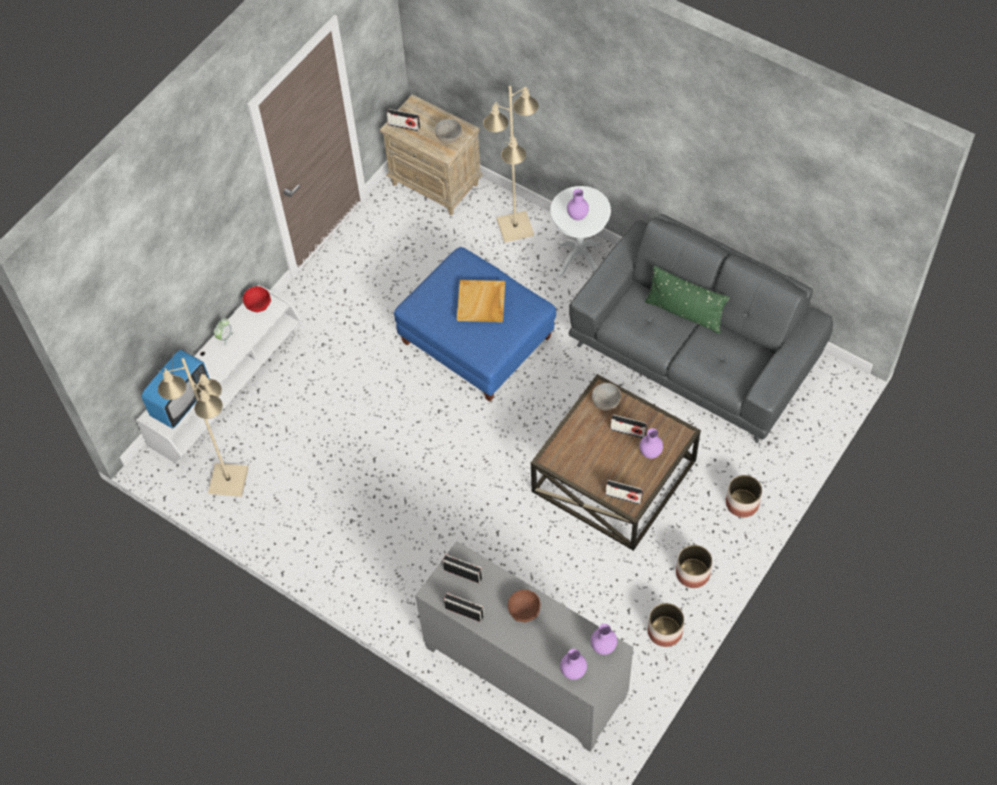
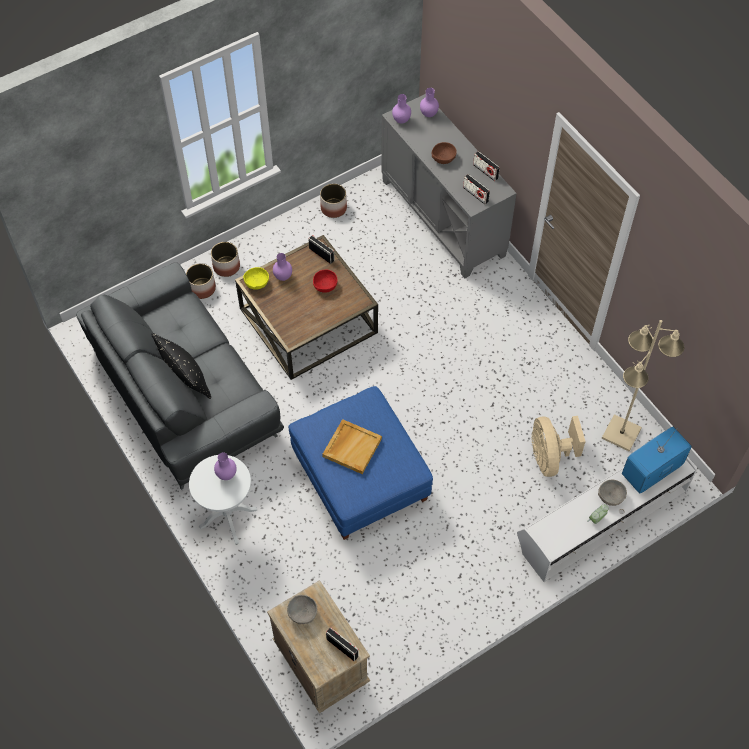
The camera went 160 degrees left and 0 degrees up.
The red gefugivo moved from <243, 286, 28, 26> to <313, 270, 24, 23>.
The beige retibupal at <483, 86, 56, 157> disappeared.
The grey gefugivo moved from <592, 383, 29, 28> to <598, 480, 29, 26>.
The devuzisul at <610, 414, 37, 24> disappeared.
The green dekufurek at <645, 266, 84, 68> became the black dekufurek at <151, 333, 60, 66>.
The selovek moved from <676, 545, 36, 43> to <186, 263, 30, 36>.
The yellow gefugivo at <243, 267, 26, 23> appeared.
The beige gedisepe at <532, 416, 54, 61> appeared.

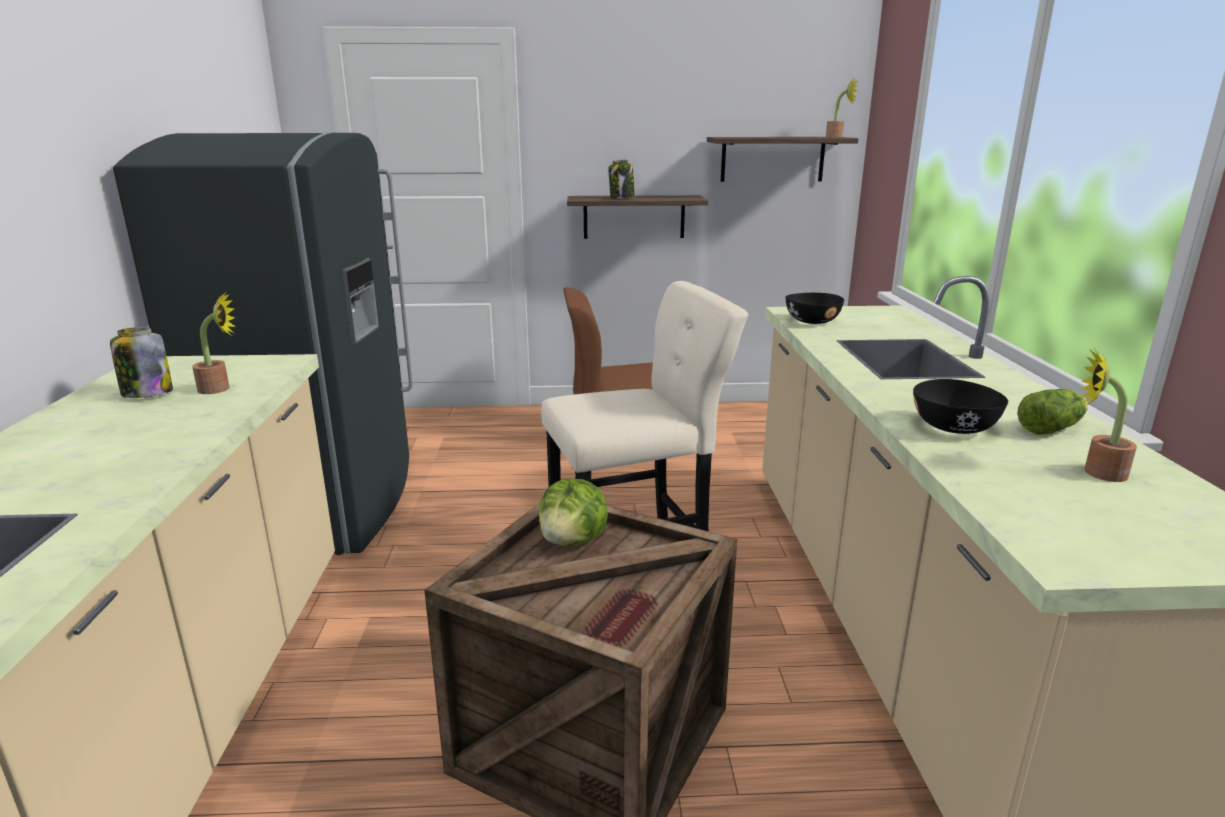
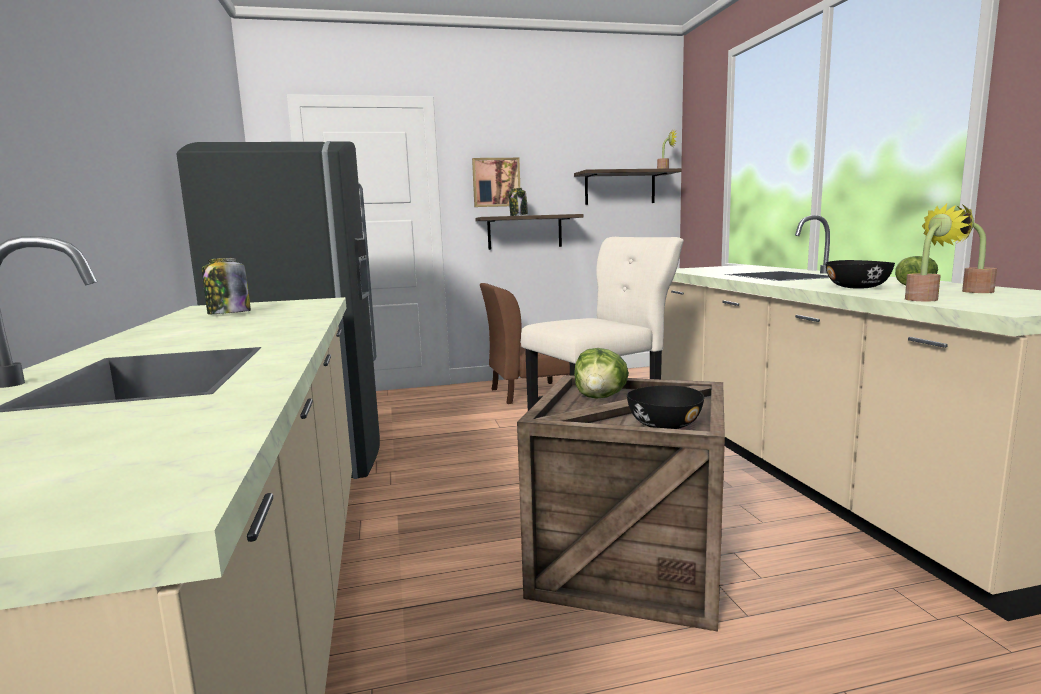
The camera went 10 degrees left and 10 degrees down.
The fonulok moved from <192, 292, 44, 102> to <905, 204, 64, 97>.
The black gefugivo moved from <786, 293, 58, 31> to <627, 386, 77, 43>.
The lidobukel at <472, 158, 48, 49> appeared.

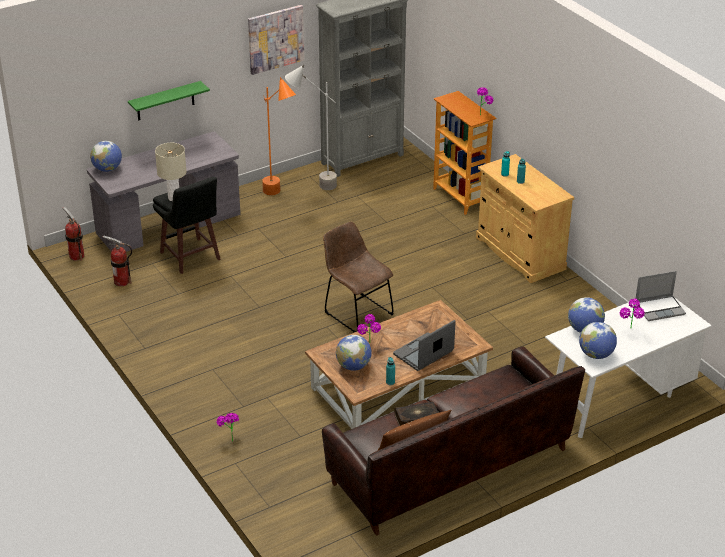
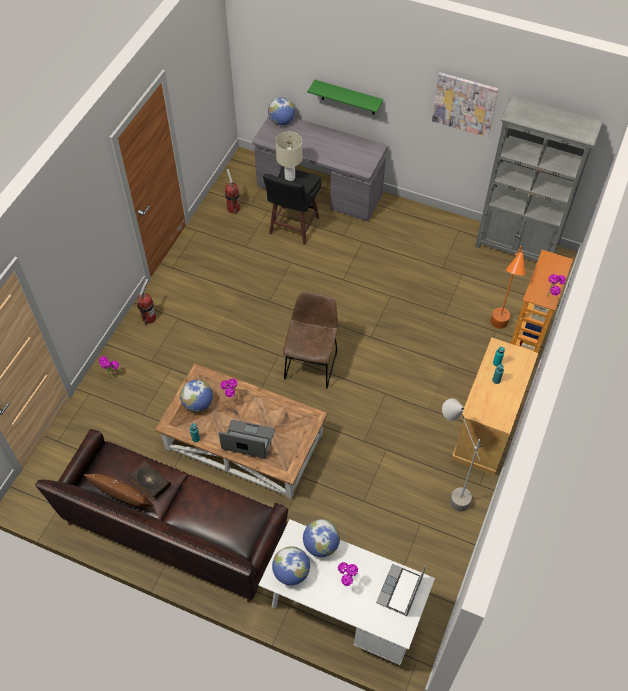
The camera went 55 degrees right and 20 degrees up.
The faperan moved from <63, 207, 21, 54> to <137, 279, 19, 46>.
The orange retibupal moved from <262, 77, 34, 118> to <491, 246, 35, 83>.
The grey retibupal moved from <285, 65, 52, 125> to <442, 398, 40, 114>.
The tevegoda at <635, 271, 51, 50> turned 75 degrees clockwise.

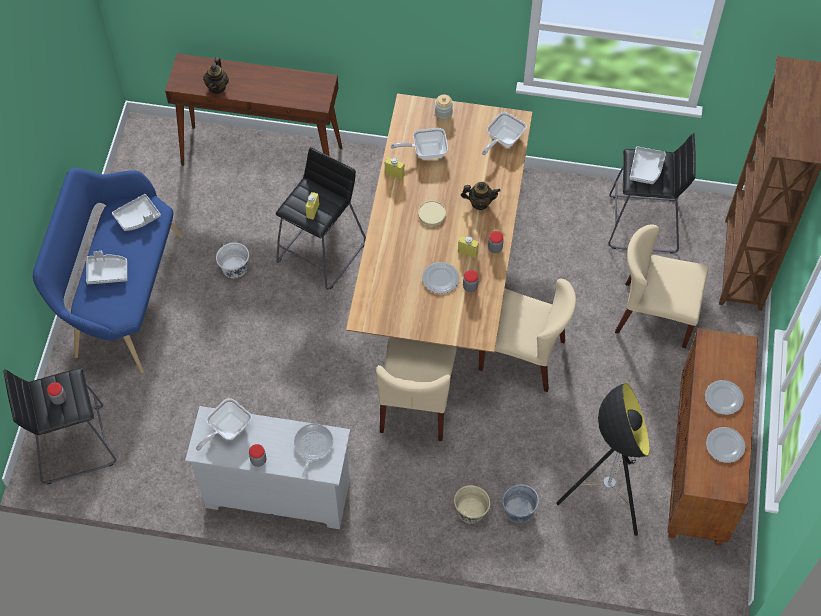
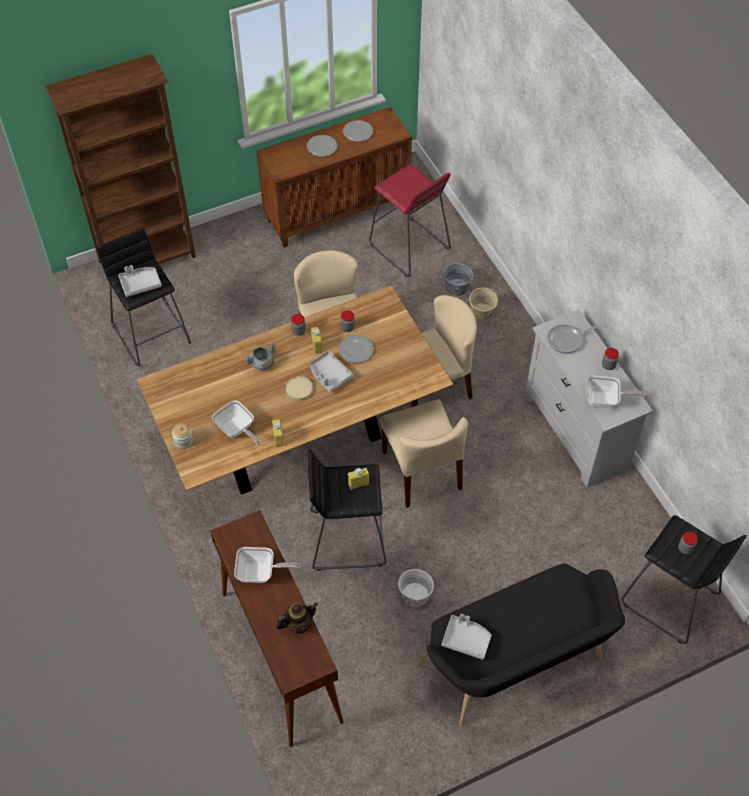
The camera went 125 degrees left and 5 degrees down.
The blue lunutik at <33, 168, 150, 205> became the black lunutik at <418, 563, 207, 163>.
The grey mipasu moved from <86, 251, 41, 33> to <310, 351, 43, 42>.
The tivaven at <461, 182, 40, 28> was replaced by the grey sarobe at <244, 342, 32, 29>.
The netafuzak moved from <482, 112, 45, 43> to <234, 547, 66, 36>.
The retibupal at <556, 383, 94, 153> was replaced by the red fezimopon at <369, 164, 82, 113>.
The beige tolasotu moved from <615, 224, 93, 124> to <380, 399, 88, 109>.

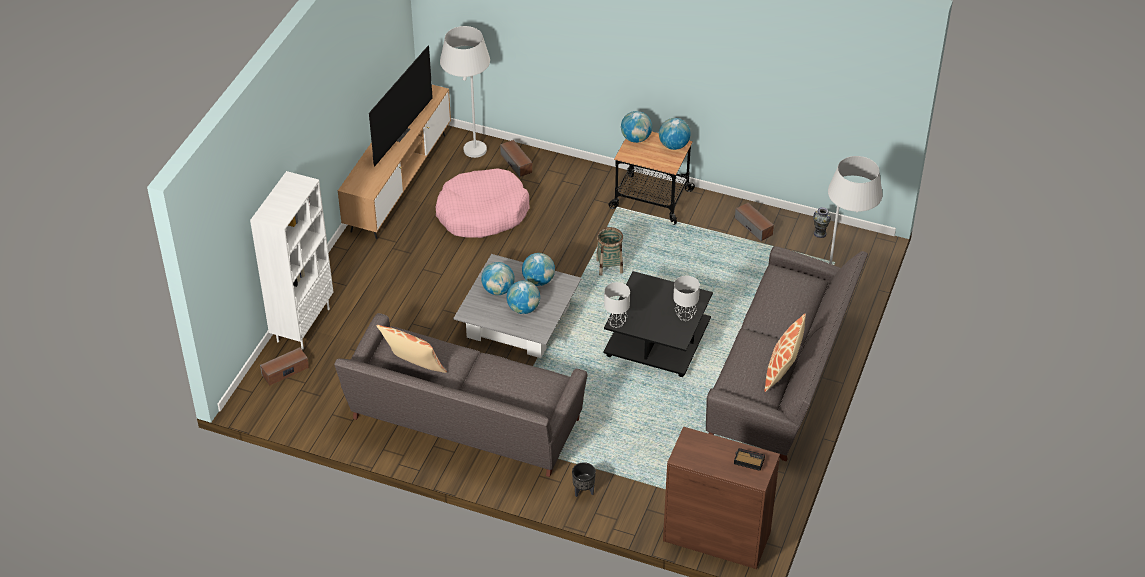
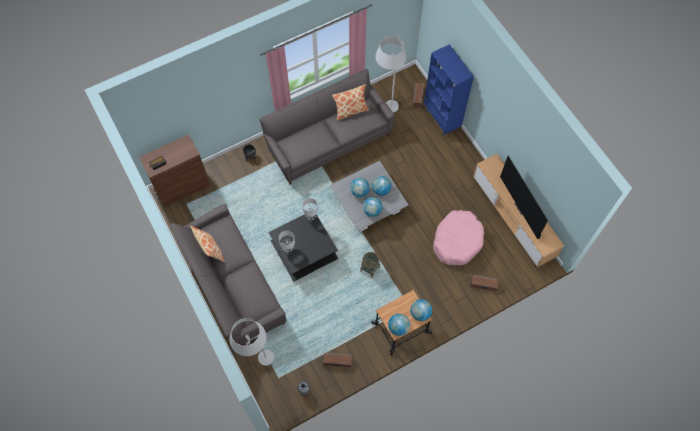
The camera went 130 degrees right and 20 degrees up.
The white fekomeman at <250, 171, 83, 179> became the blue fekomeman at <424, 44, 50, 92>.
The white retibupal moved from <440, 26, 50, 132> to <375, 36, 32, 77>.

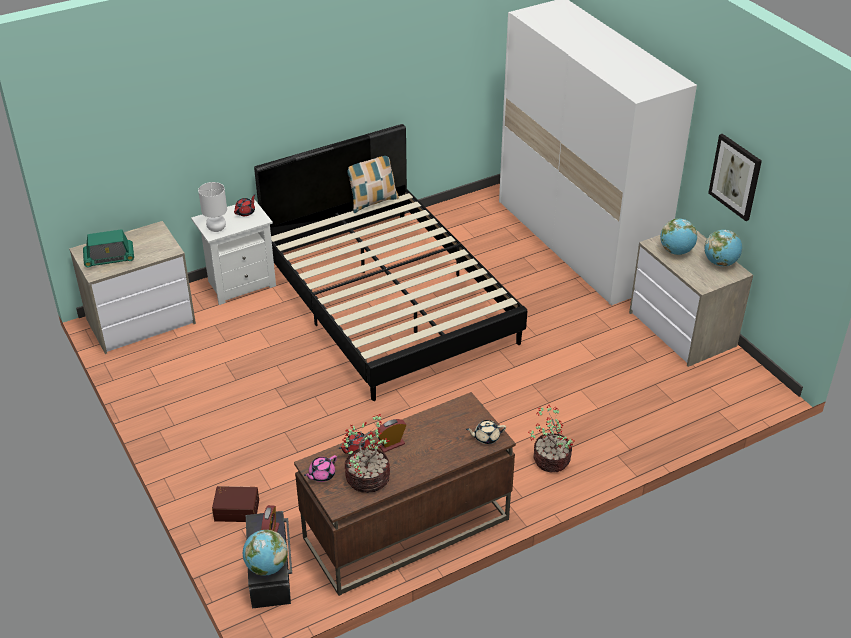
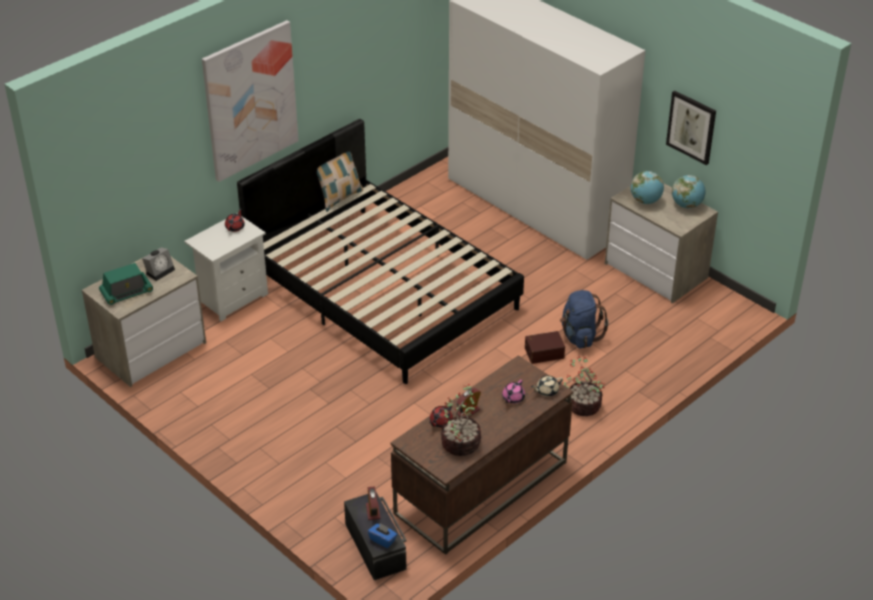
The camera went 15 degrees left and 0 degrees up.
The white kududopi at <198, 182, 29, 50> disappeared.
The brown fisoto moved from <212, 486, 47, 36> to <525, 331, 40, 33>.
The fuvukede at <243, 530, 45, 45> was replaced by the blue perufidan at <368, 523, 29, 25>.
The pink tivaven moved from <304, 455, 33, 27> to <502, 380, 23, 24>.
The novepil at <142, 247, 33, 34> appeared.
The lidobukel at <202, 20, 97, 162> appeared.
The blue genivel at <560, 290, 48, 58> appeared.

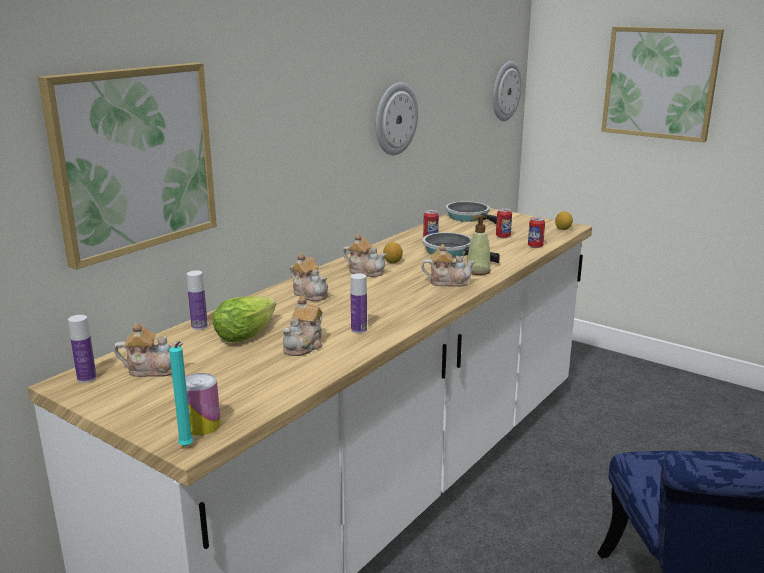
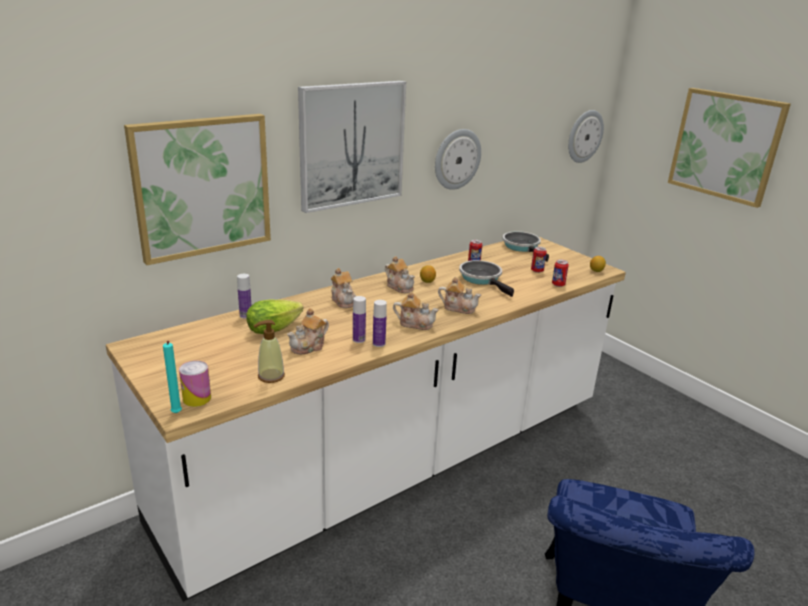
The camera went 15 degrees right and 5 degrees up.
The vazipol moved from <68, 315, 29, 68> to <373, 300, 14, 47>.
The tivaven moved from <114, 323, 69, 54> to <393, 291, 46, 39>.
The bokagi moved from <467, 215, 24, 60> to <254, 320, 31, 63>.
The lidobukel at <298, 81, 108, 132> appeared.

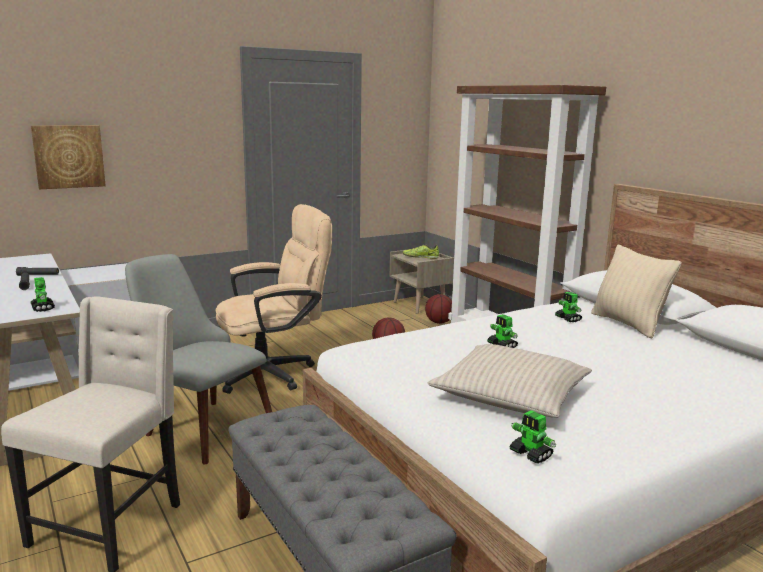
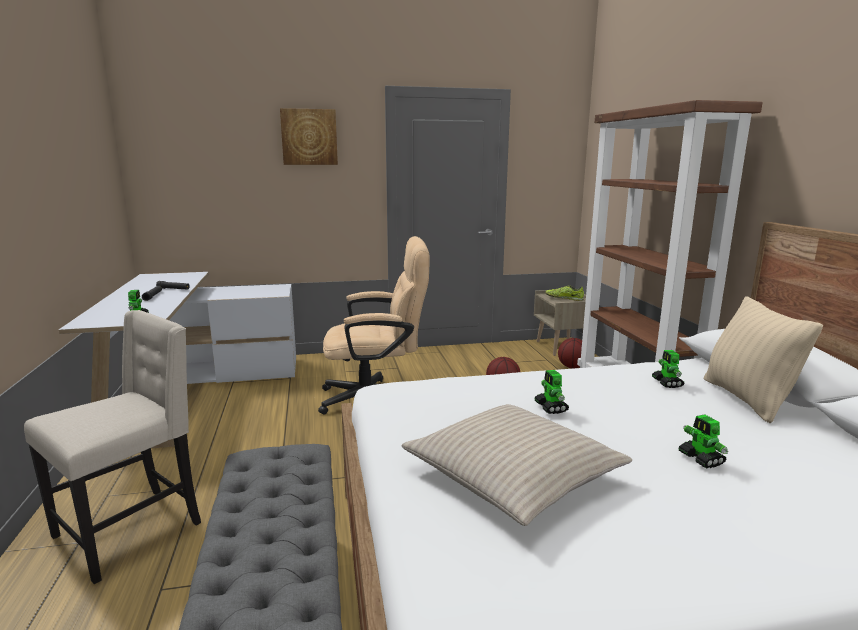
The camera went 20 degrees right and 0 degrees up.
The lidobukel moved from <31, 125, 75, 64> to <280, 108, 58, 57>.
The grey tolasotu at <125, 254, 147, 210> disappeared.
The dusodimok moved from <509, 410, 47, 54> to <678, 414, 50, 54>.

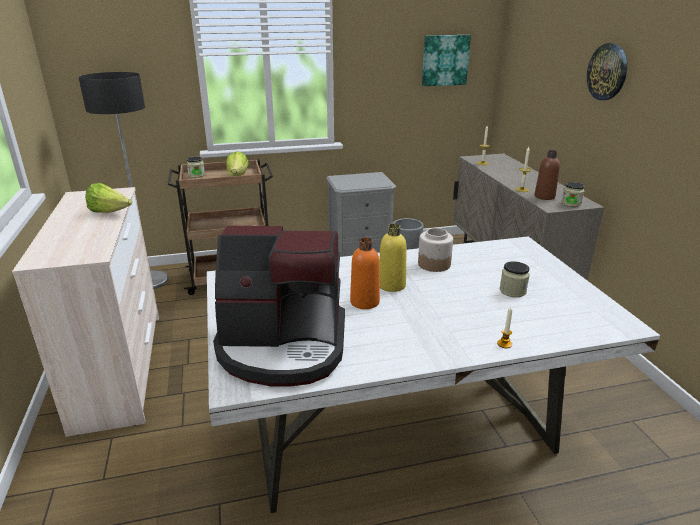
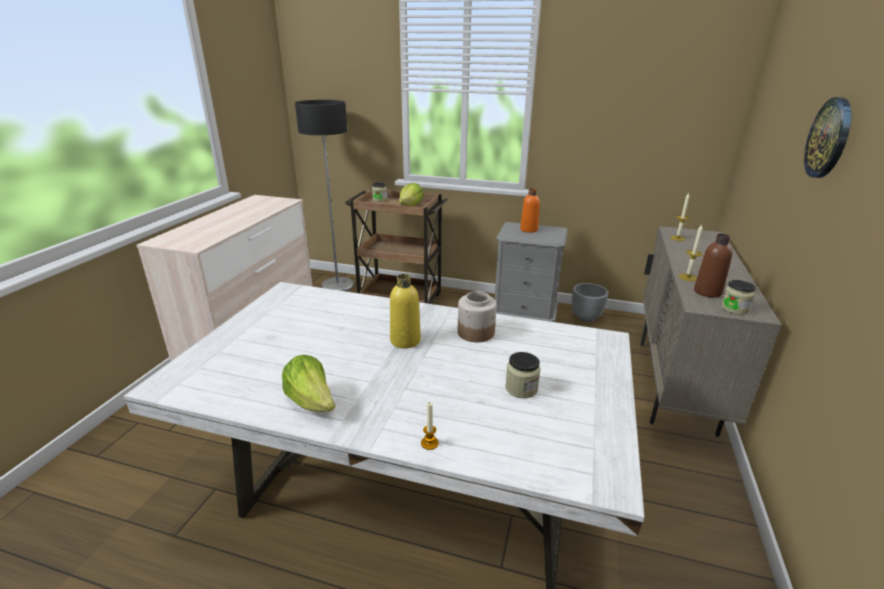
The camera went 30 degrees right and 0 degrees up.
The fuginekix moved from <85, 183, 47, 30> to <282, 355, 53, 57>.
The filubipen at <213, 226, 132, 160> disappeared.
The orange vazipol moved from <350, 237, 30, 72> to <520, 189, 20, 44>.
The lidobukel at <422, 35, 49, 51> disappeared.

